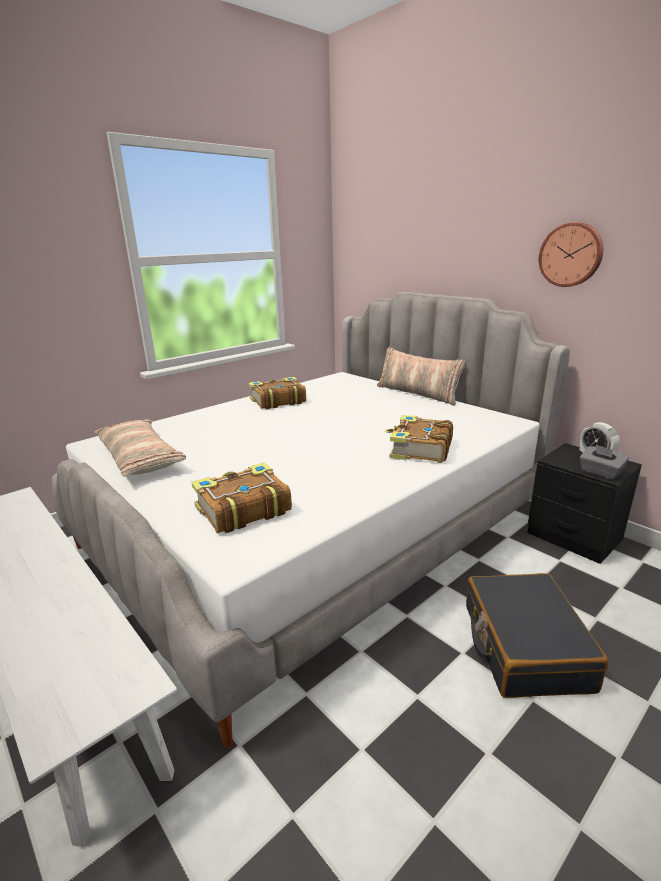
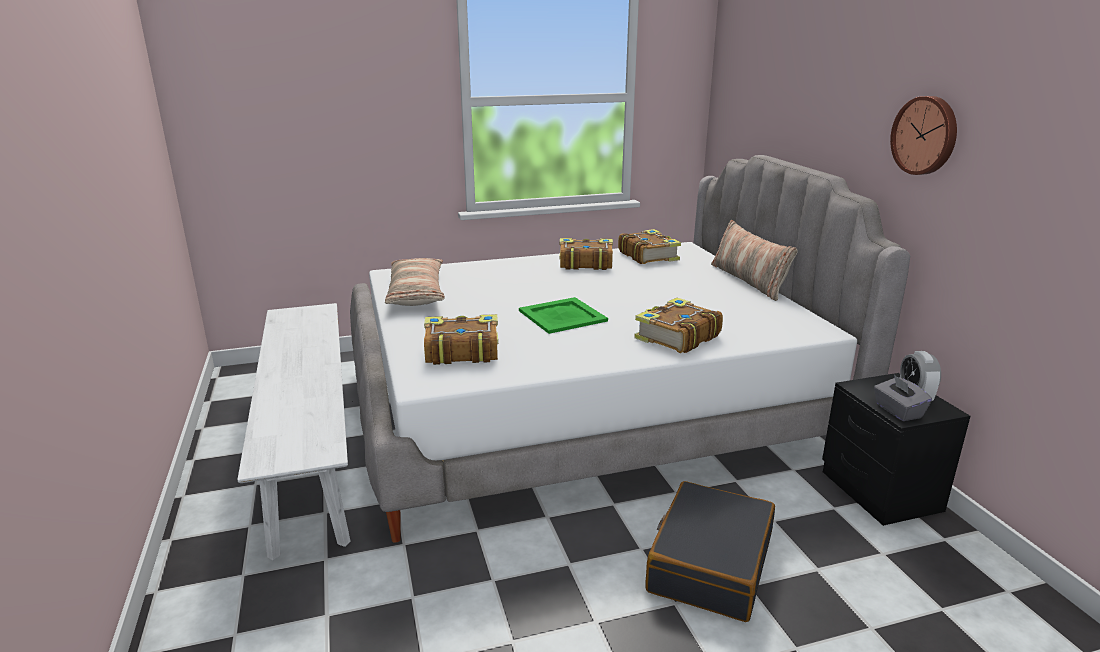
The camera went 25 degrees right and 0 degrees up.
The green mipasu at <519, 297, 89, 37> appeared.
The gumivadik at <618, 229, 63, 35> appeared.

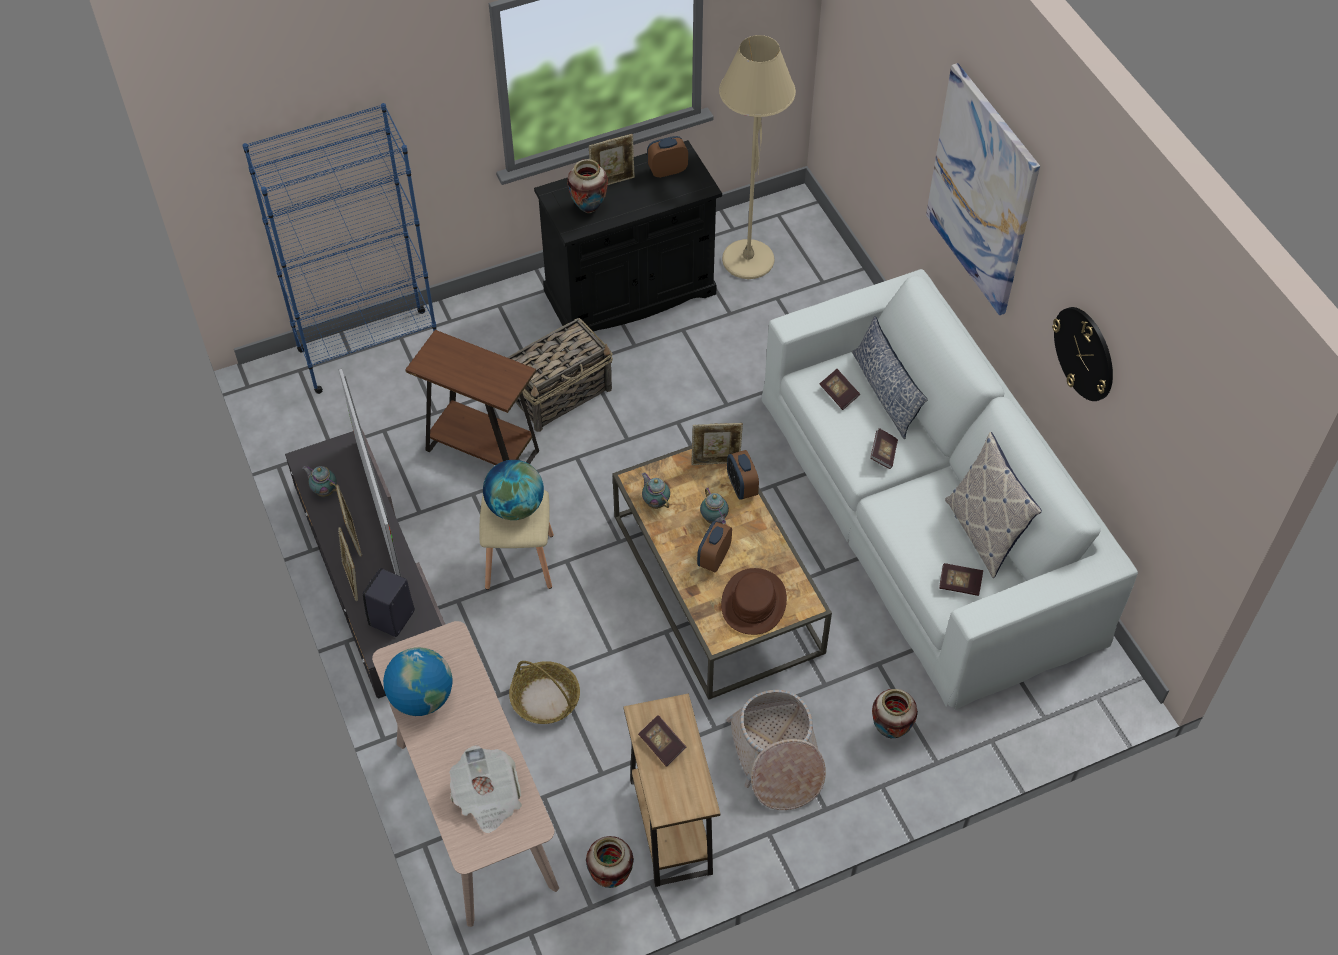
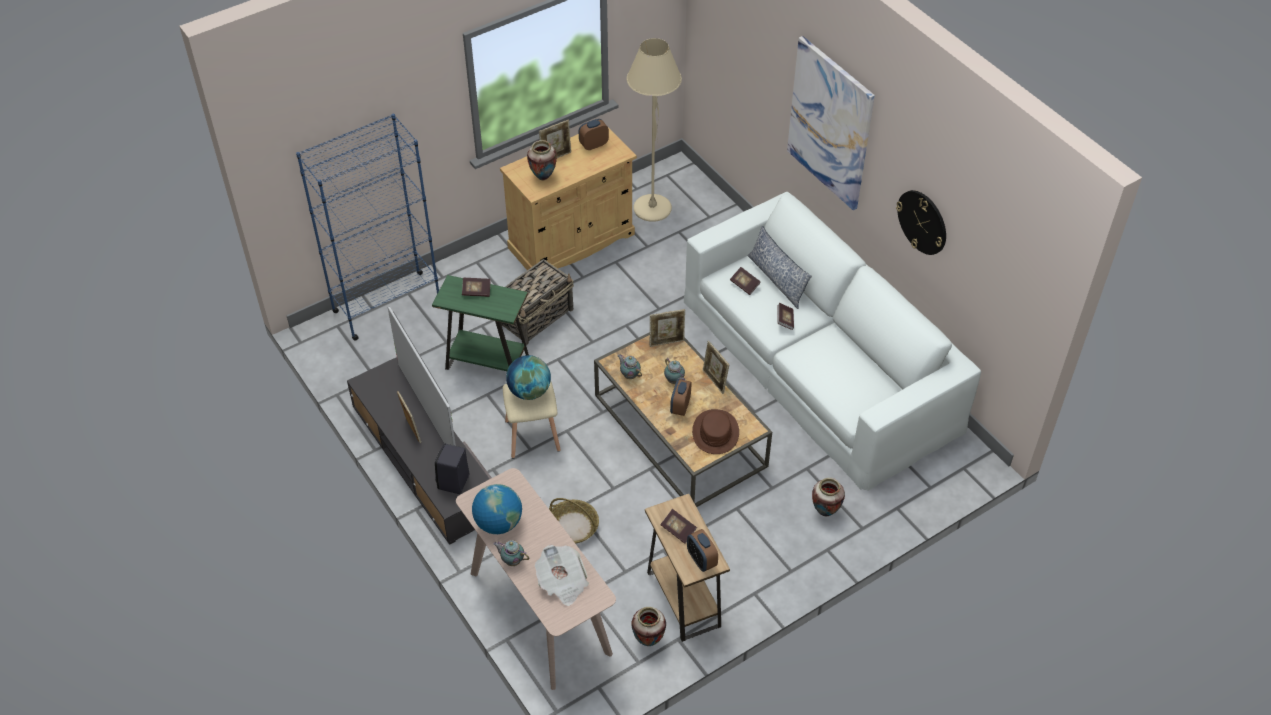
The camera went 10 degrees left and 5 degrees down.
The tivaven moved from <302, 466, 35, 31> to <493, 540, 36, 26>.
The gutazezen moved from <338, 527, 20, 74> to <703, 341, 26, 53>.
The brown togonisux at <405, 330, 134, 135> became the green togonisux at <432, 275, 97, 96>.
The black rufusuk at <534, 140, 188, 192> became the beige rufusuk at <500, 128, 137, 142>.
The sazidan at <726, 690, 100, 120> disappeared.
The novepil moved from <727, 450, 32, 50> to <687, 529, 31, 43>.
The gumivadik moved from <939, 563, 44, 33> to <462, 278, 29, 19>.
The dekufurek at <945, 432, 97, 146> disappeared.

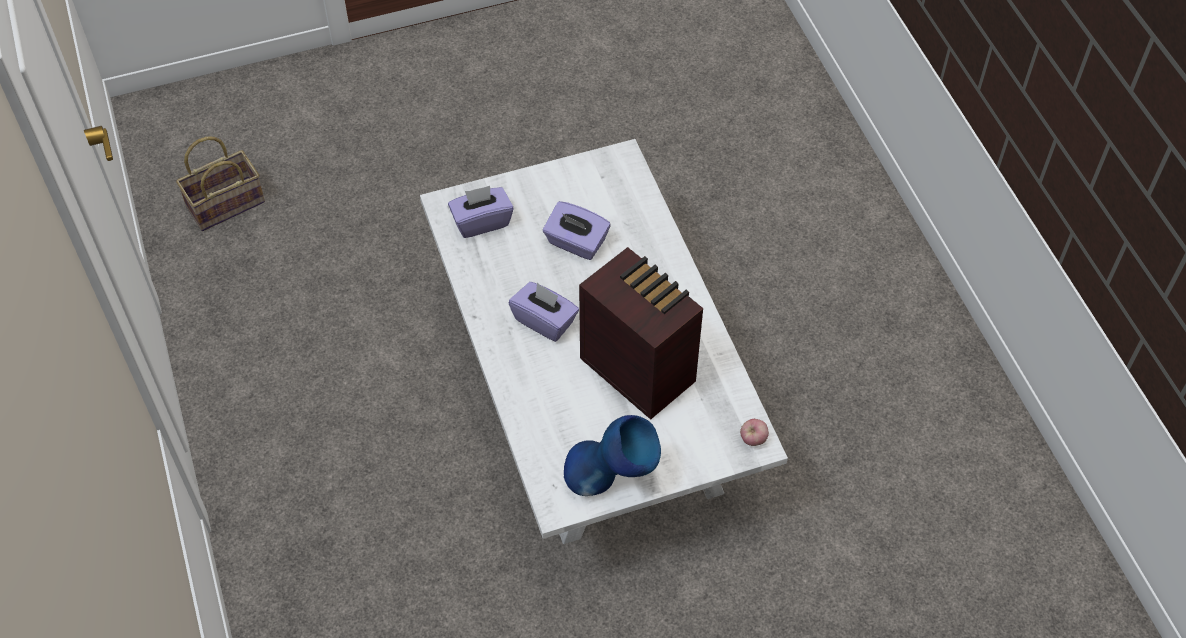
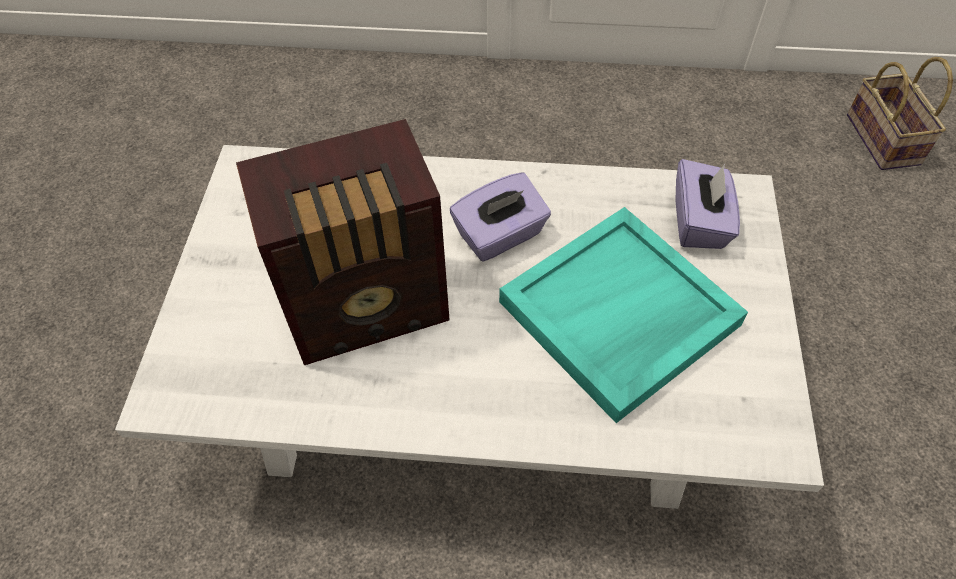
The camera went 115 degrees right and 0 degrees up.
The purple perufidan at <543, 201, 68, 59> was replaced by the turquoise mipasu at <499, 207, 249, 216>.
The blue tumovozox at <564, 415, 97, 81> disappeared.
The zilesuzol at <740, 419, 29, 27> disappeared.

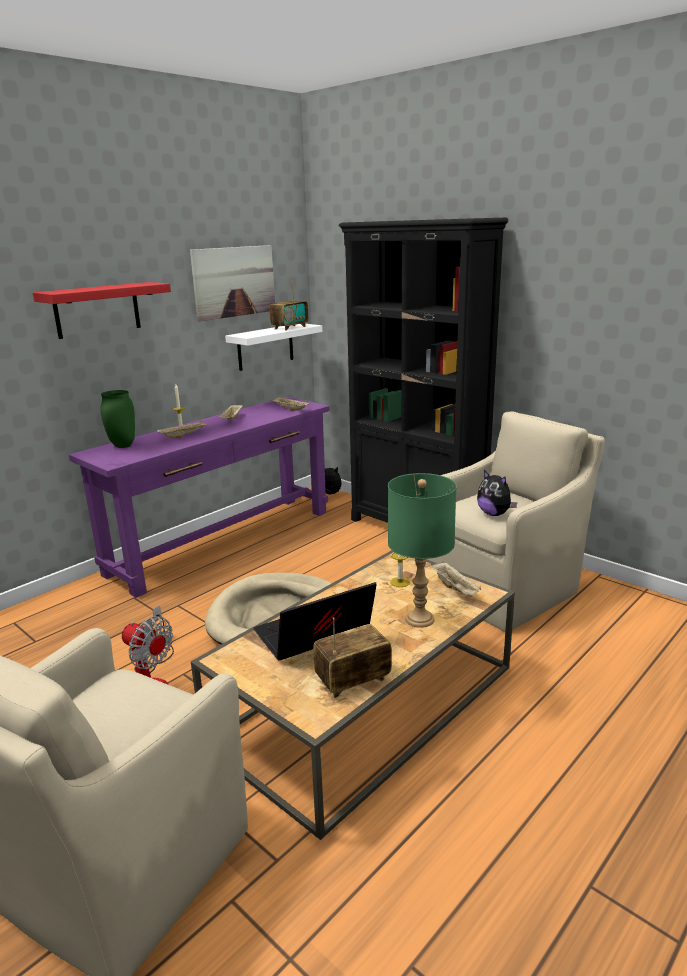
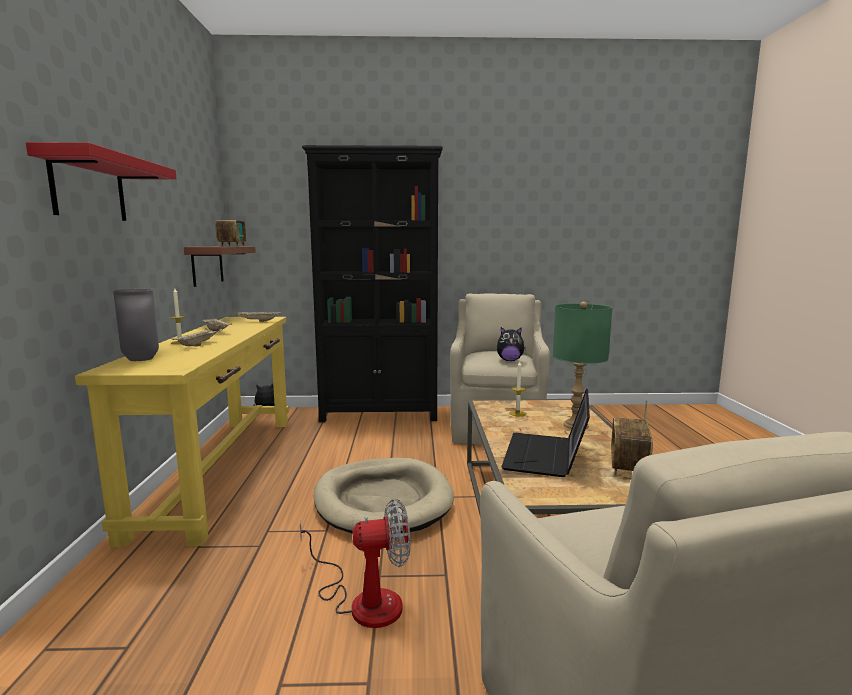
The camera went 45 degrees left and 10 degrees down.
The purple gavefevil at <69, 397, 260, 201> became the yellow gavefevil at <75, 317, 214, 230>.
The green tumovozox at <100, 390, 35, 58> became the grey tumovozox at <113, 289, 46, 72>.
The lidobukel at <190, 245, 85, 76> disappeared.
The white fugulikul at <225, 324, 97, 47> became the brown fugulikul at <184, 246, 72, 41>.
The beige mipasu at <431, 561, 50, 34> disappeared.

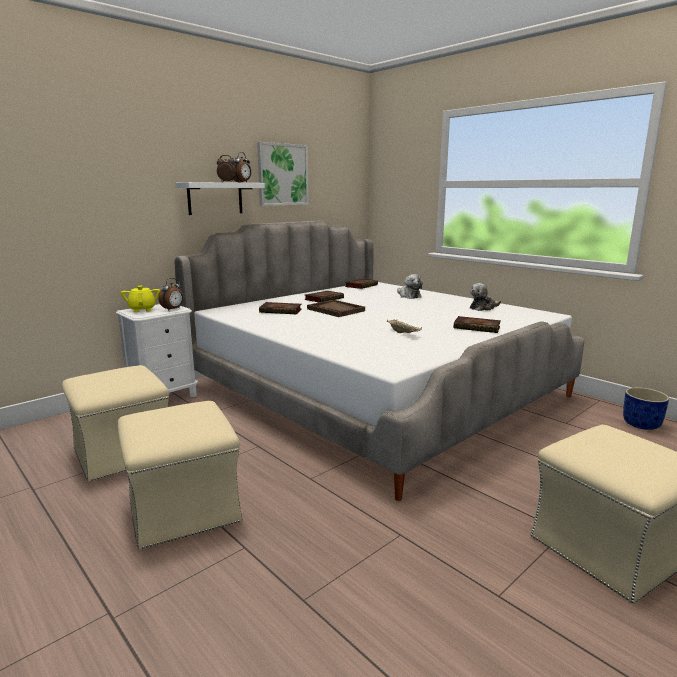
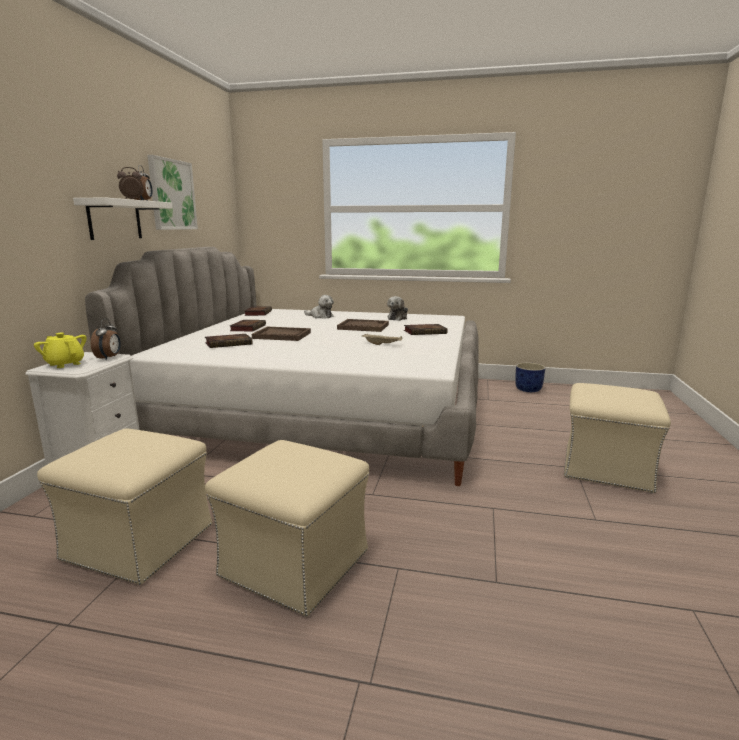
The camera went 35 degrees left and 0 degrees up.
The brown mipasu at <337, 319, 52, 13> appeared.

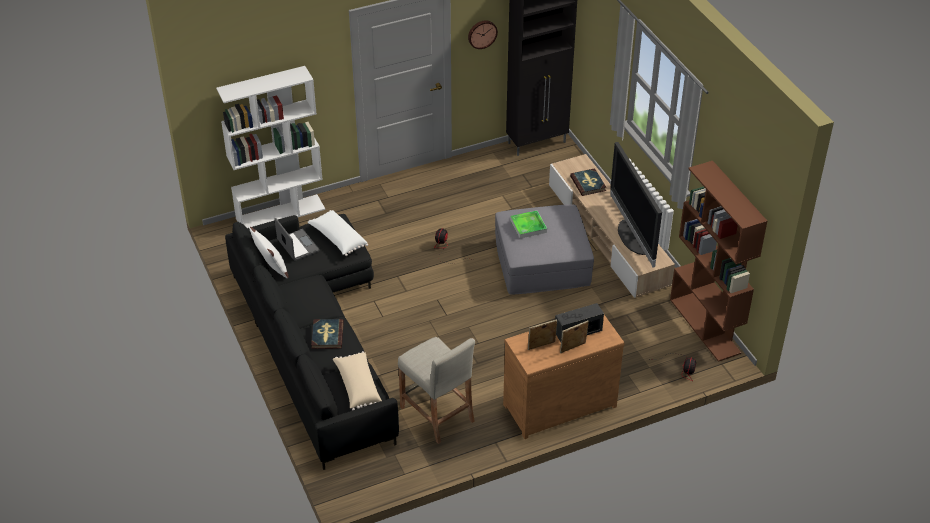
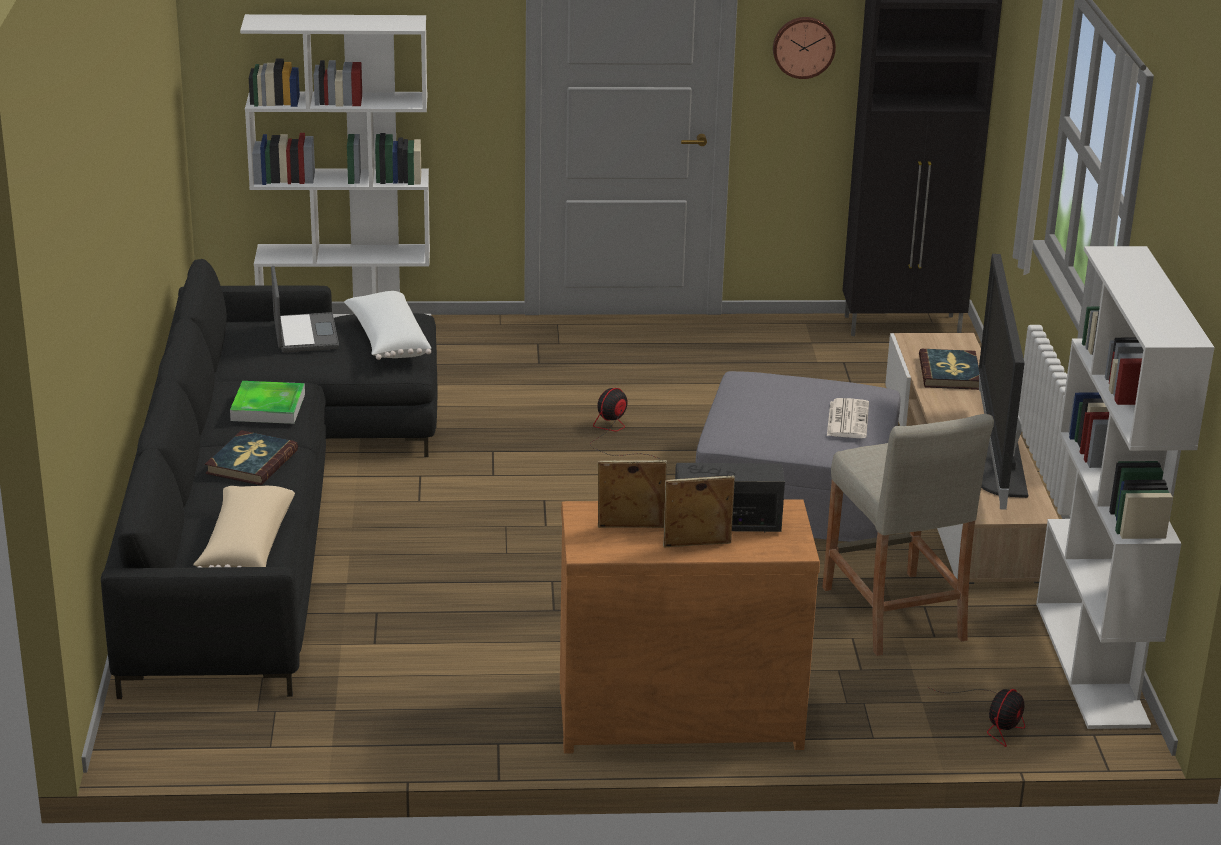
The camera went 20 degrees right and 15 degrees down.
The white dekufurek at <249, 227, 40, 51> disappeared.
The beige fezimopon moved from <398, 337, 77, 107> to <822, 414, 172, 242>.
The mipasu moved from <510, 211, 37, 27> to <230, 381, 75, 43>.
The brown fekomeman at <670, 161, 97, 201> became the white fekomeman at <1036, 246, 179, 483>.
The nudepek at <827, 398, 42, 40> appeared.

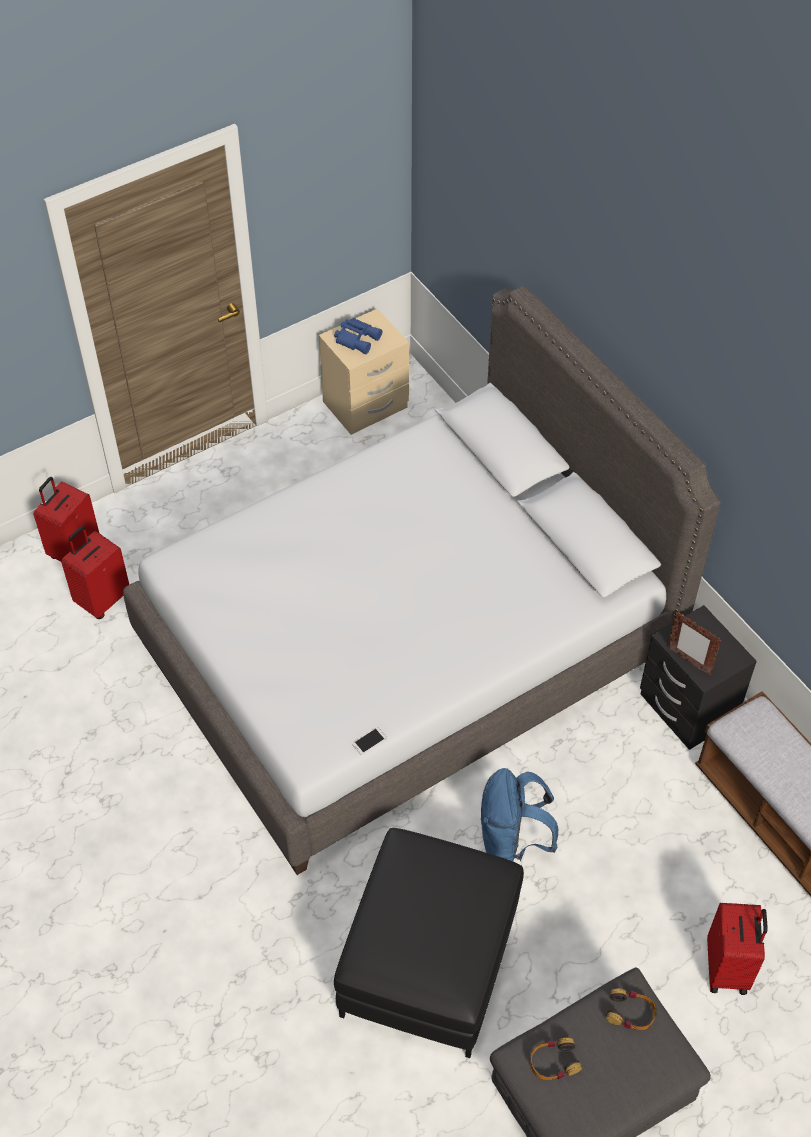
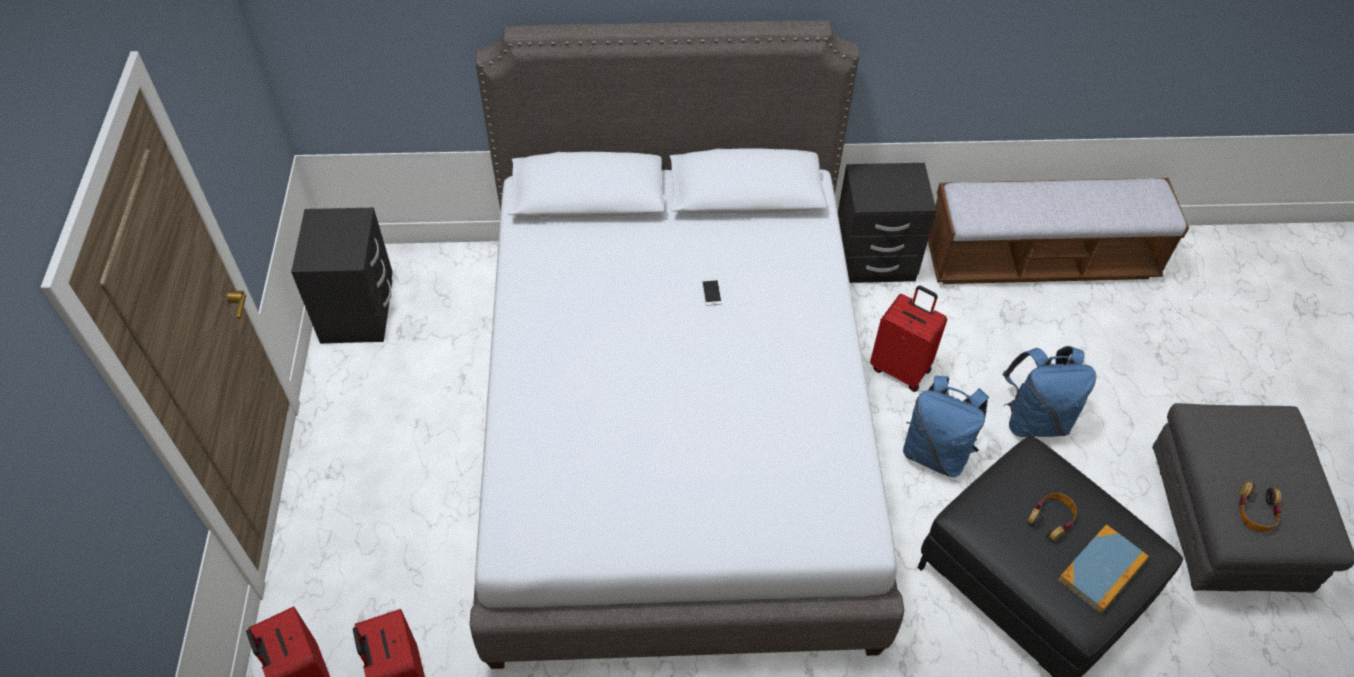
The camera went 60 degrees left and 0 degrees up.
The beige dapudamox at <319, 308, 90, 127> became the black dapudamox at <291, 208, 102, 135>.
The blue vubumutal at <334, 318, 48, 36> disappeared.
The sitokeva moved from <352, 727, 35, 28> to <702, 278, 20, 28>.
The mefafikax moved from <606, 988, 50, 42> to <1027, 493, 50, 48>.
The gutazezen at <668, 612, 53, 63> disappeared.
The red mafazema moved from <707, 903, 61, 92> to <870, 286, 77, 106>.
The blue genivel at <1002, 346, 94, 91> appeared.
The gumivadik at <1058, 524, 91, 89> appeared.

